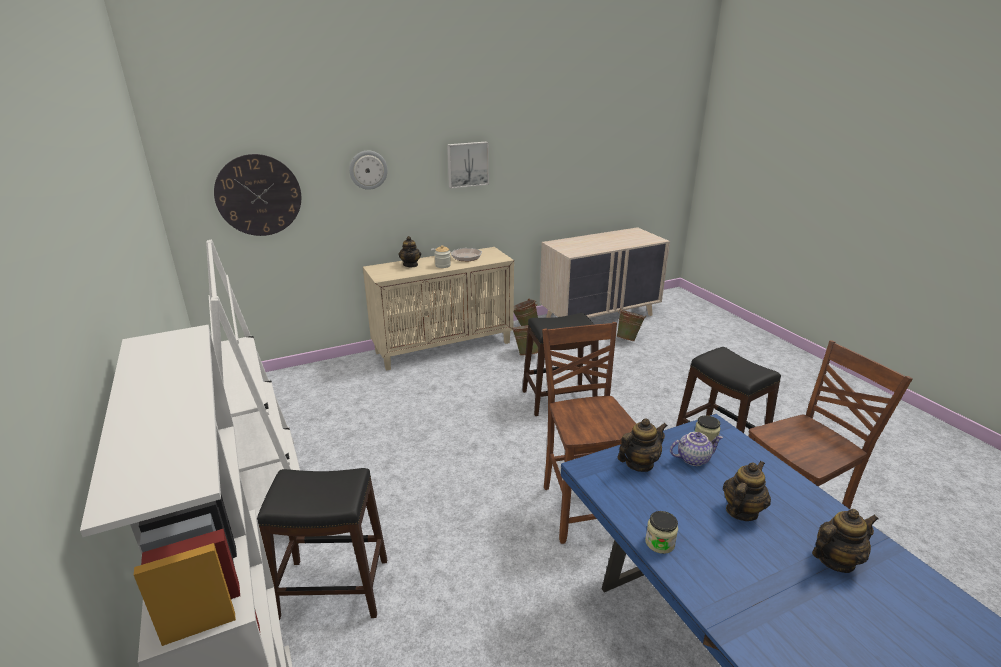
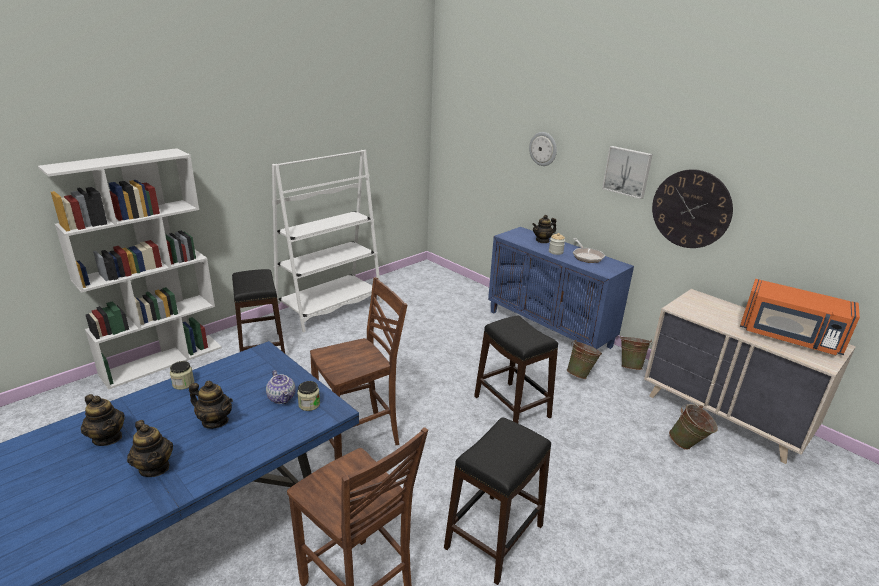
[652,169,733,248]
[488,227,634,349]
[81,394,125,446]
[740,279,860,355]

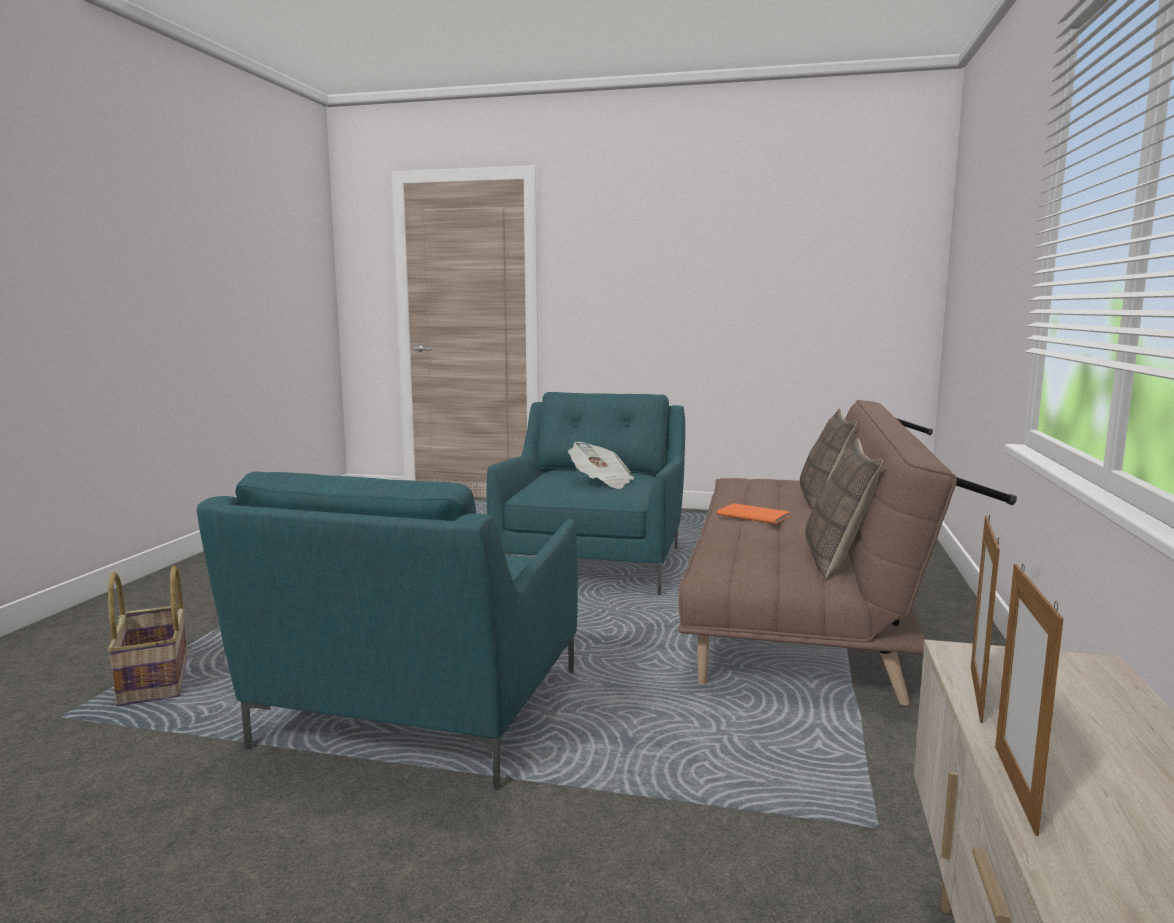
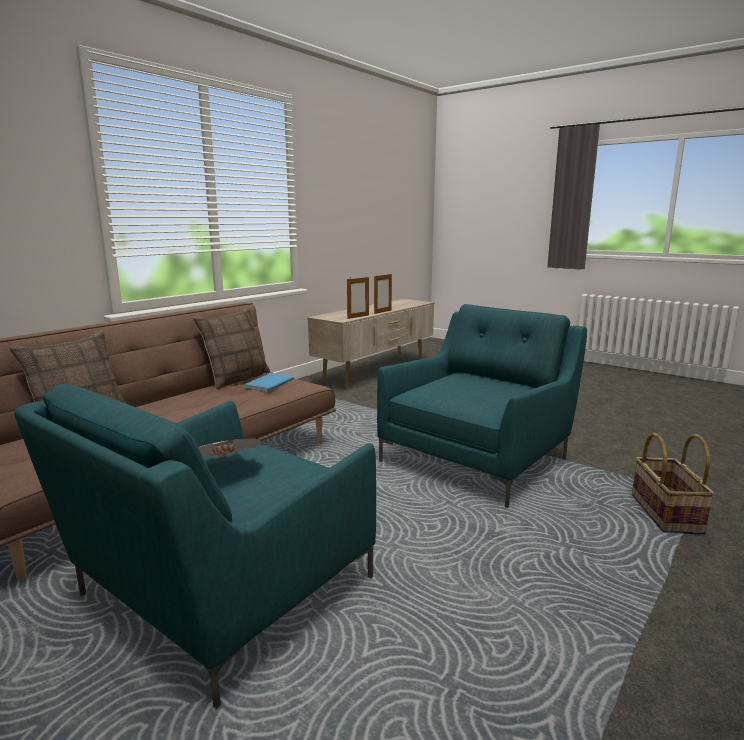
[717,503,790,524] (first image)
[245,373,294,391]

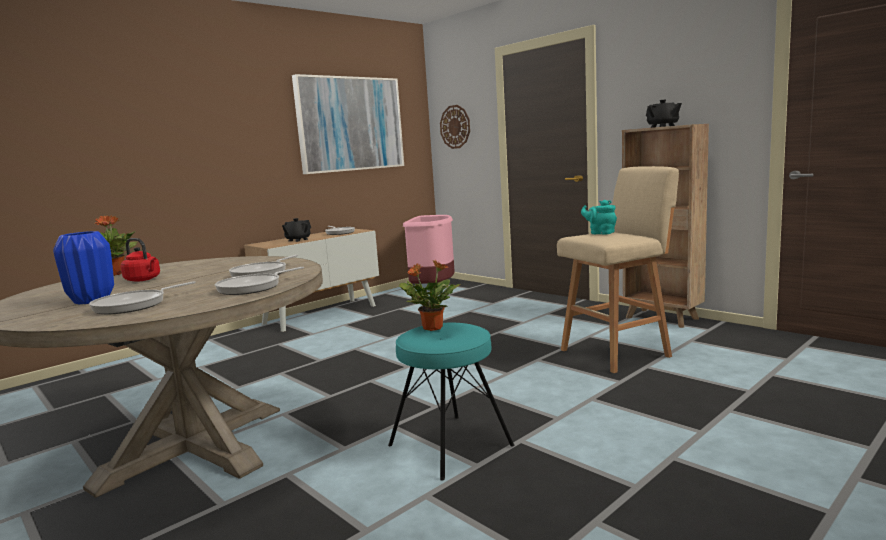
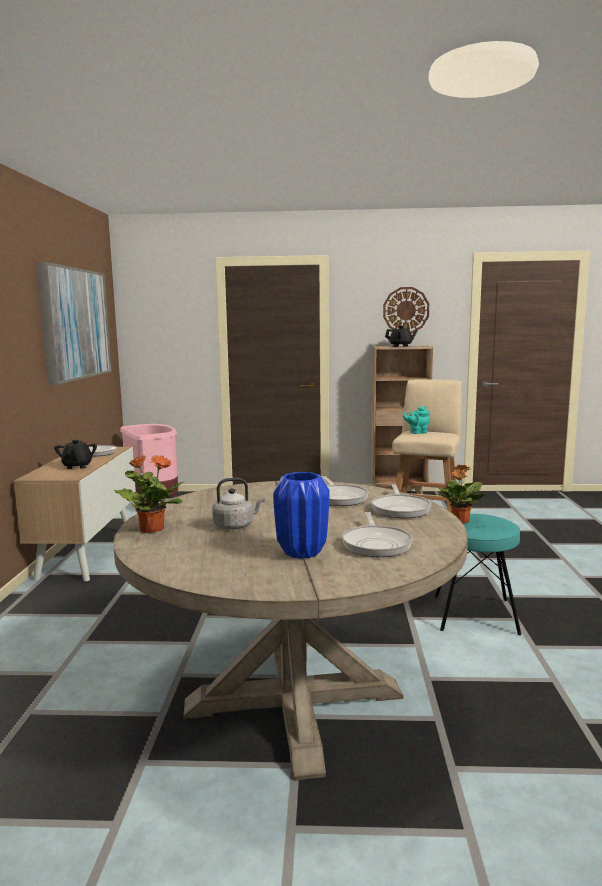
[212,478,265,530]
[383,287,429,334]

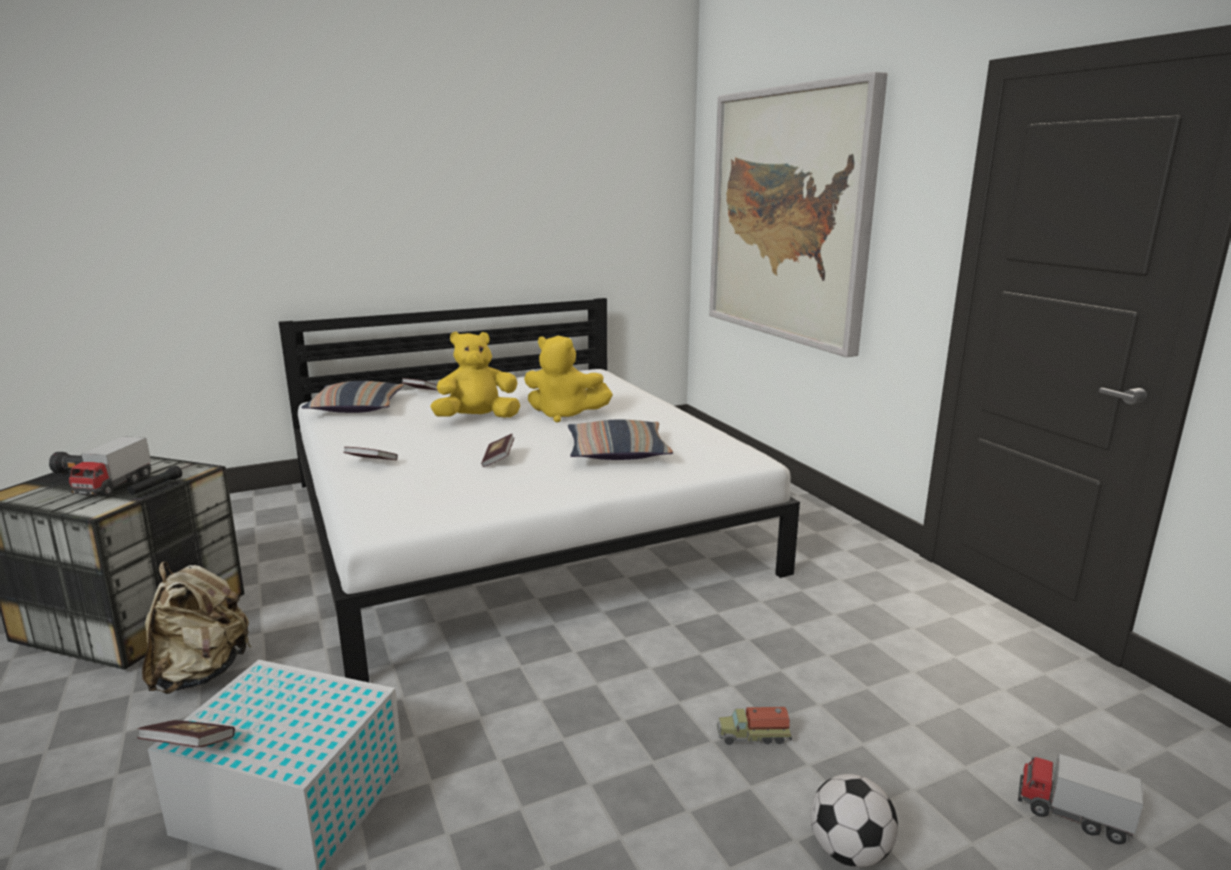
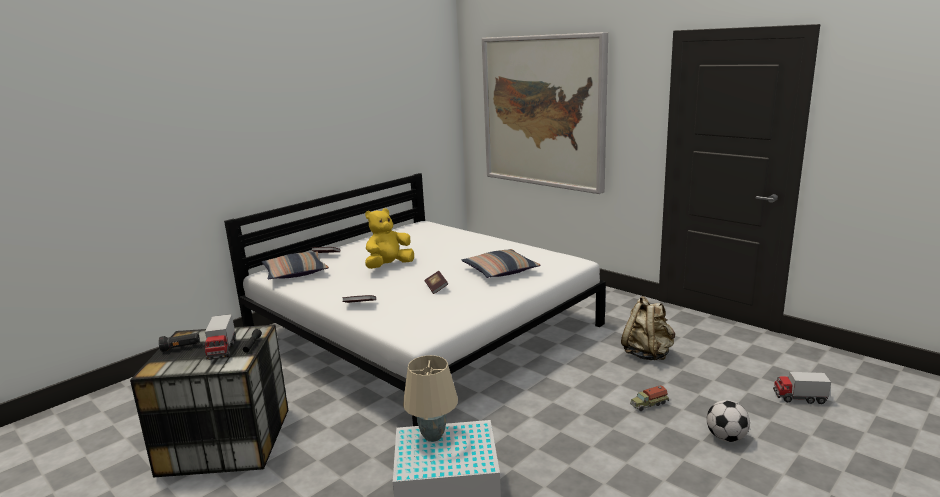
[137,720,235,747] (first image)
[621,296,675,360]
[524,336,613,423] (first image)
[403,355,458,442]

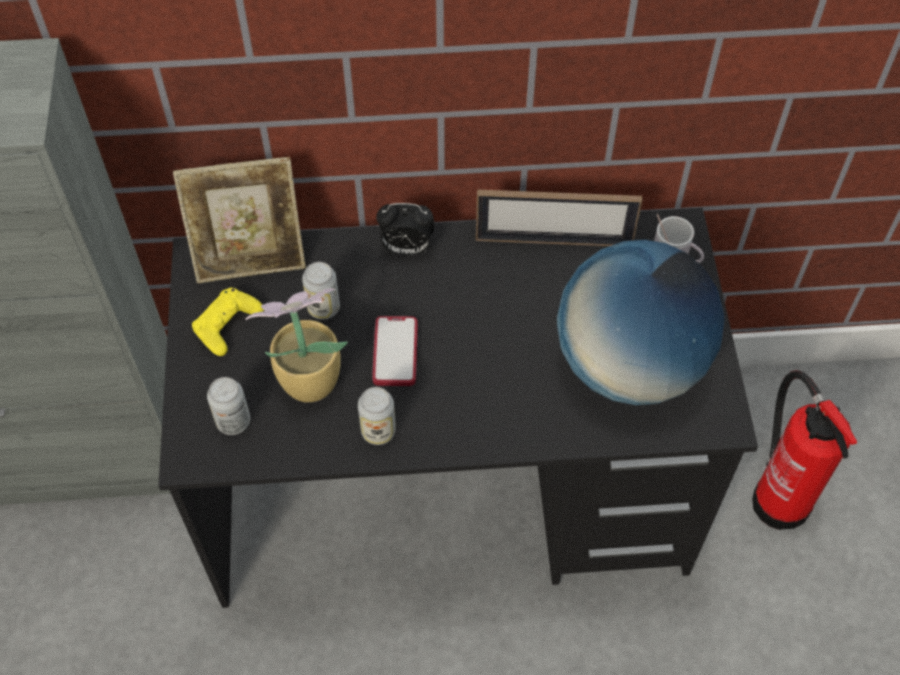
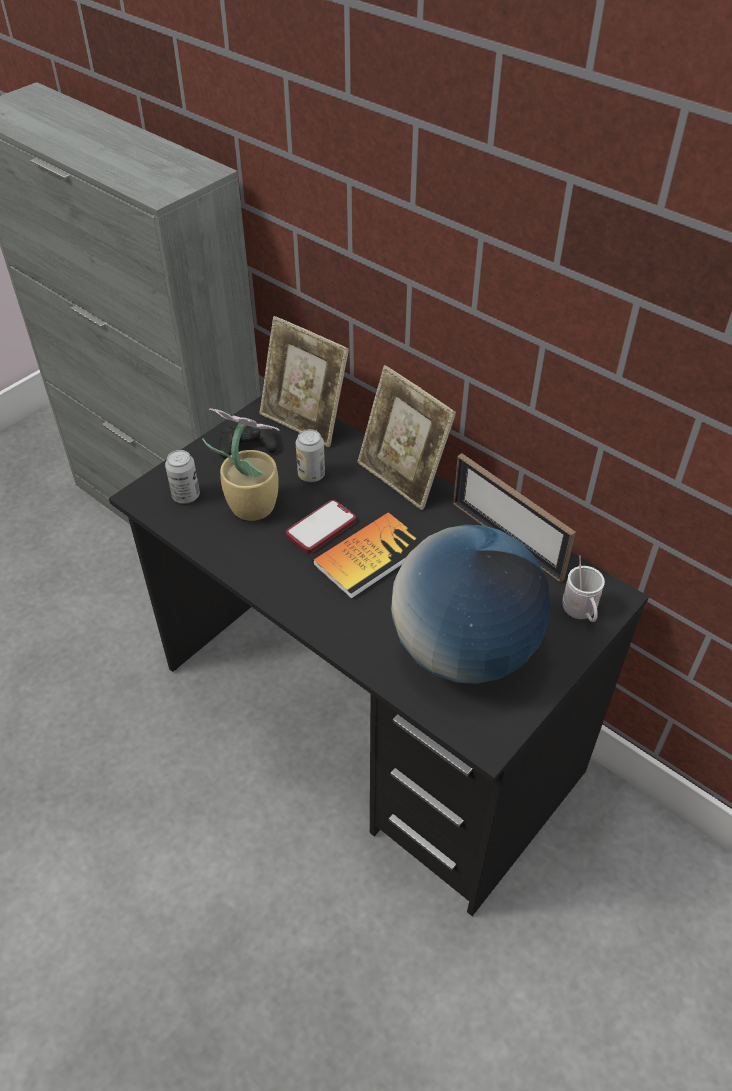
[219,423,277,459]
[358,387,396,445] (first image)
[357,365,456,510]
[752,370,857,530] (first image)
[313,512,423,599]

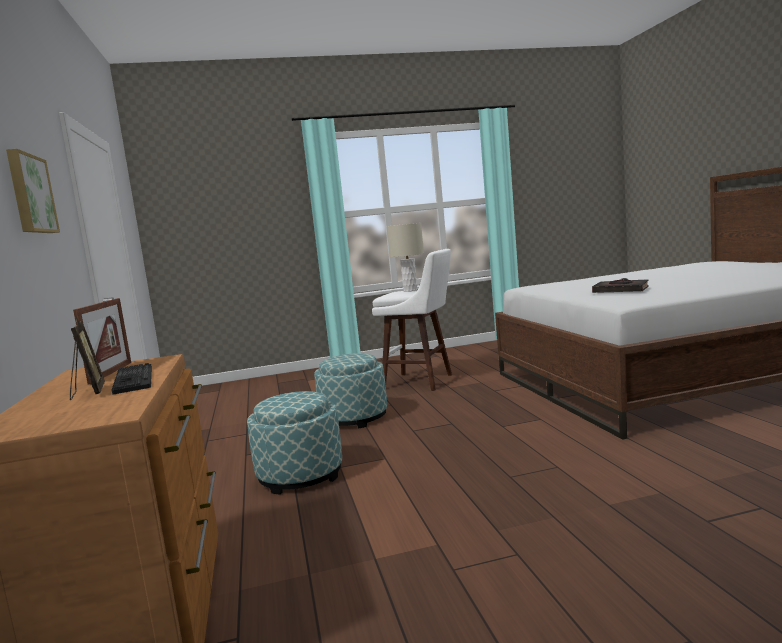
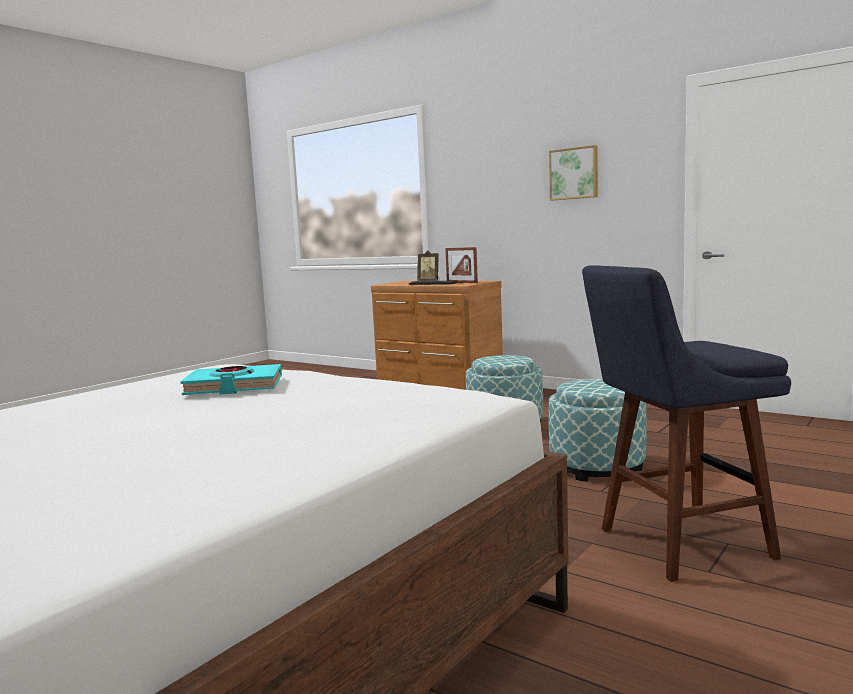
[582,265,791,582]
[387,223,424,292] (first image)
[180,364,282,395]

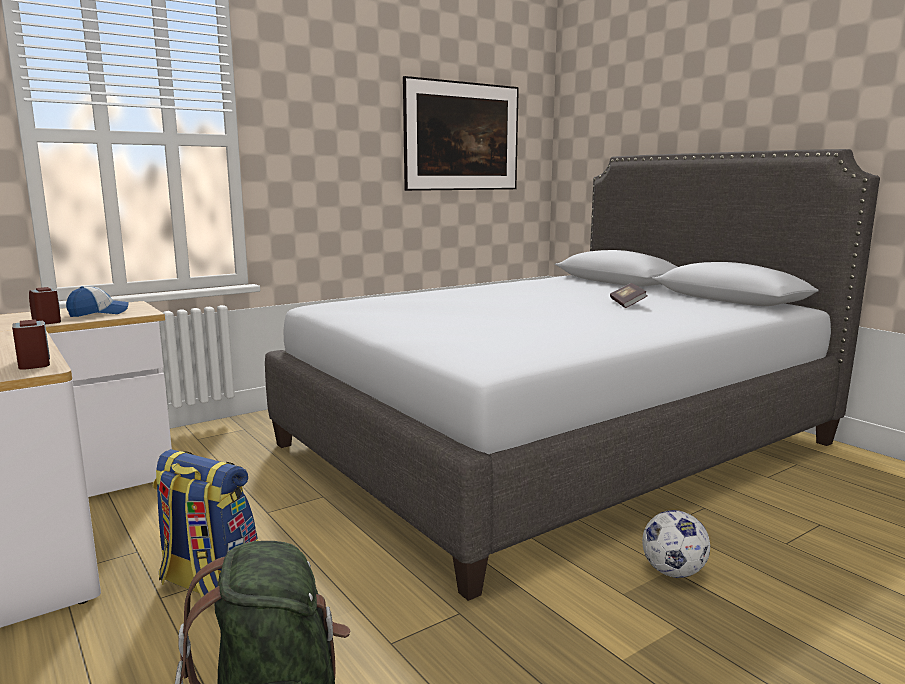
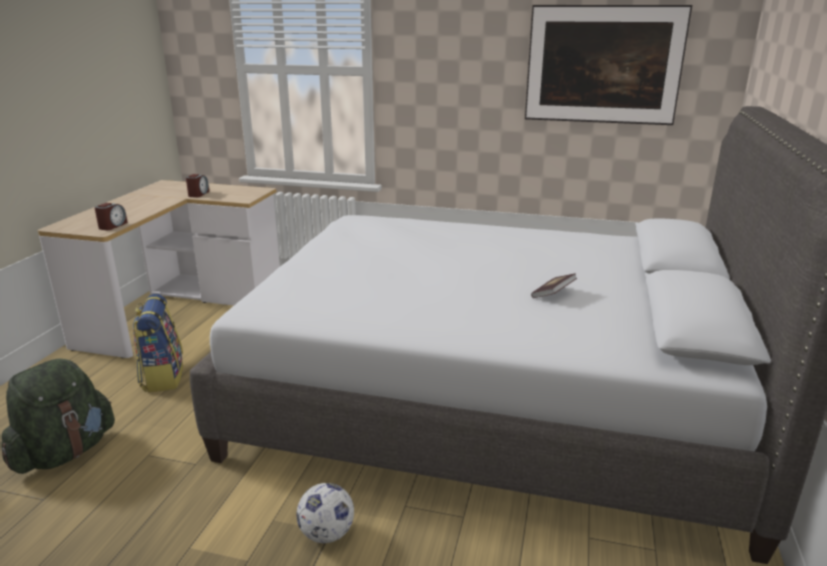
[66,286,129,317] (first image)

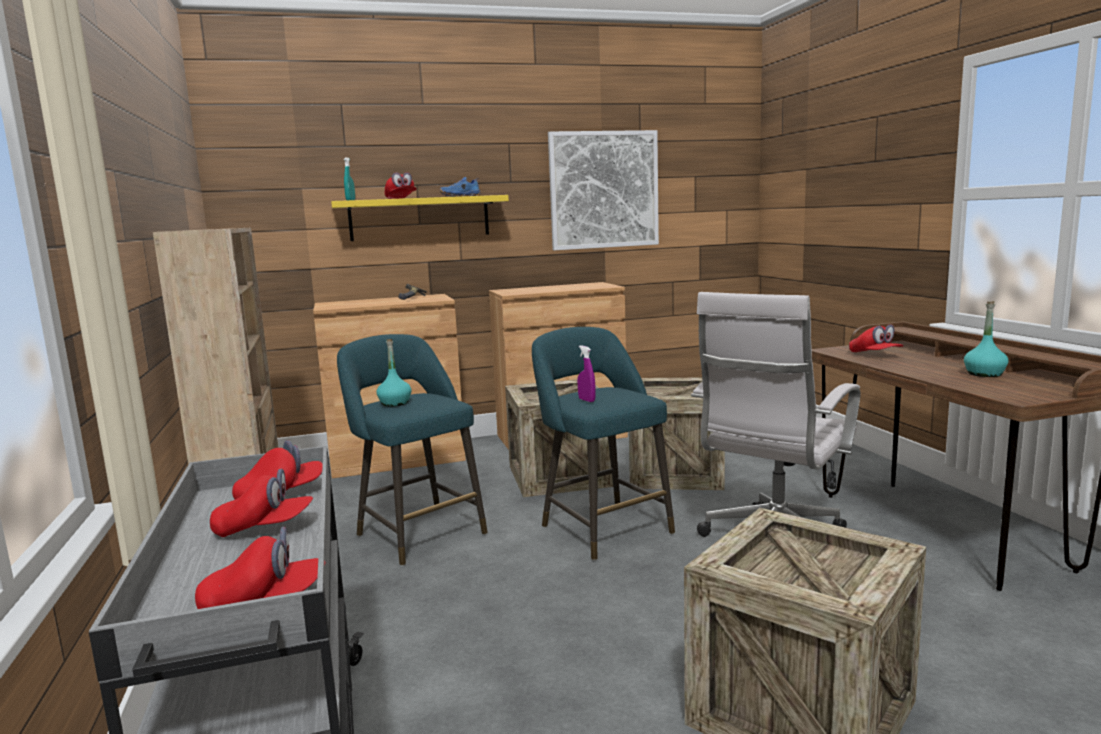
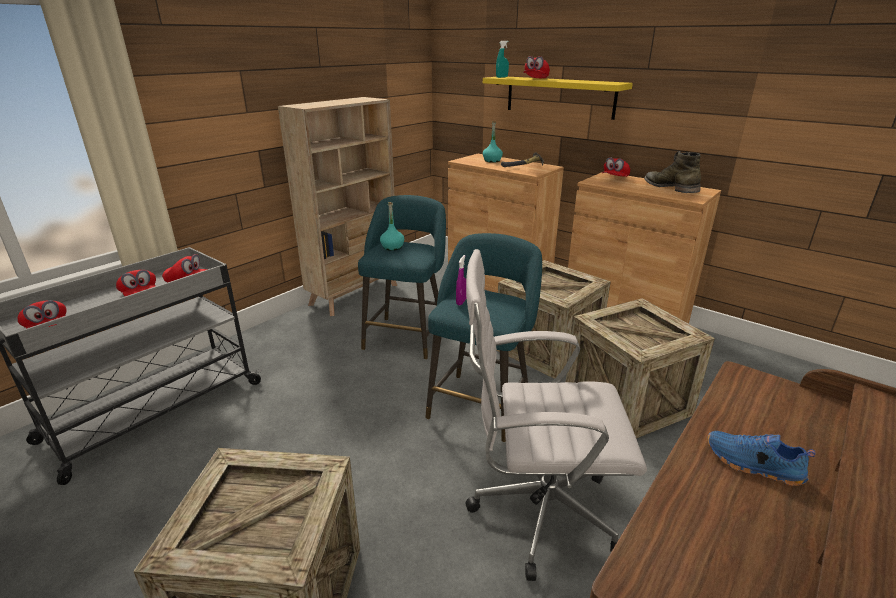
[708,431,816,486]
[548,130,659,250] (first image)
[602,157,630,177]
[483,121,503,163]
[644,151,701,193]

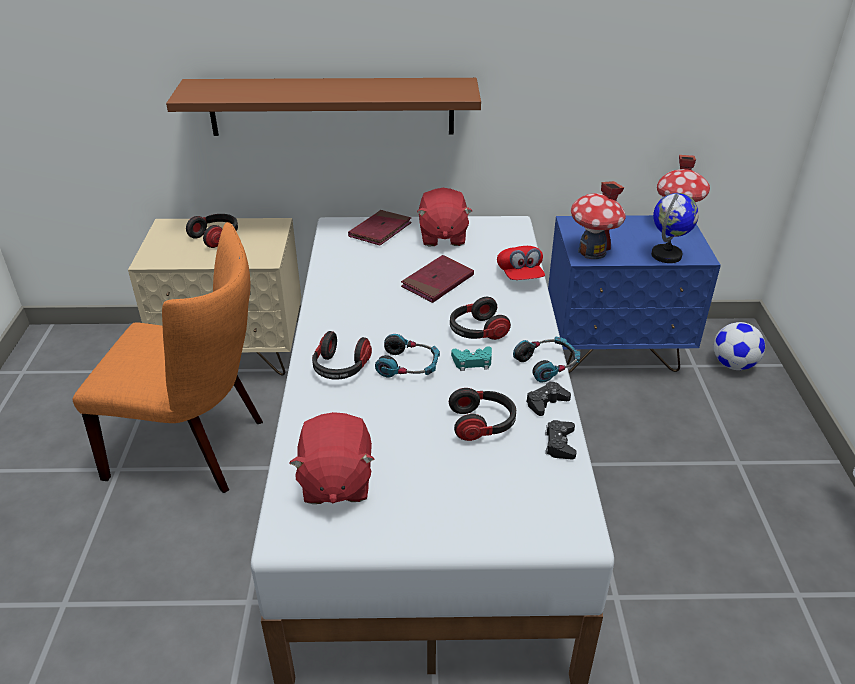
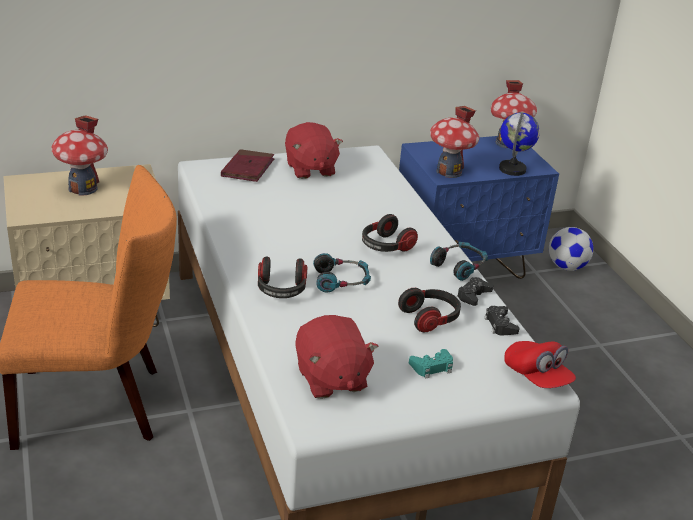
[166,78,481,136] (first image)
[51,115,108,196]
[401,255,474,303] (first image)
[409,349,453,379]
[504,341,576,388]

